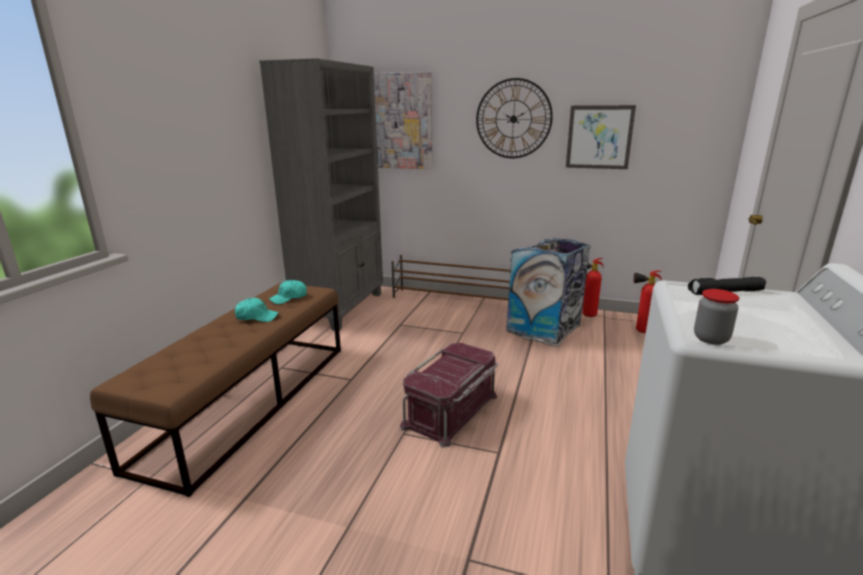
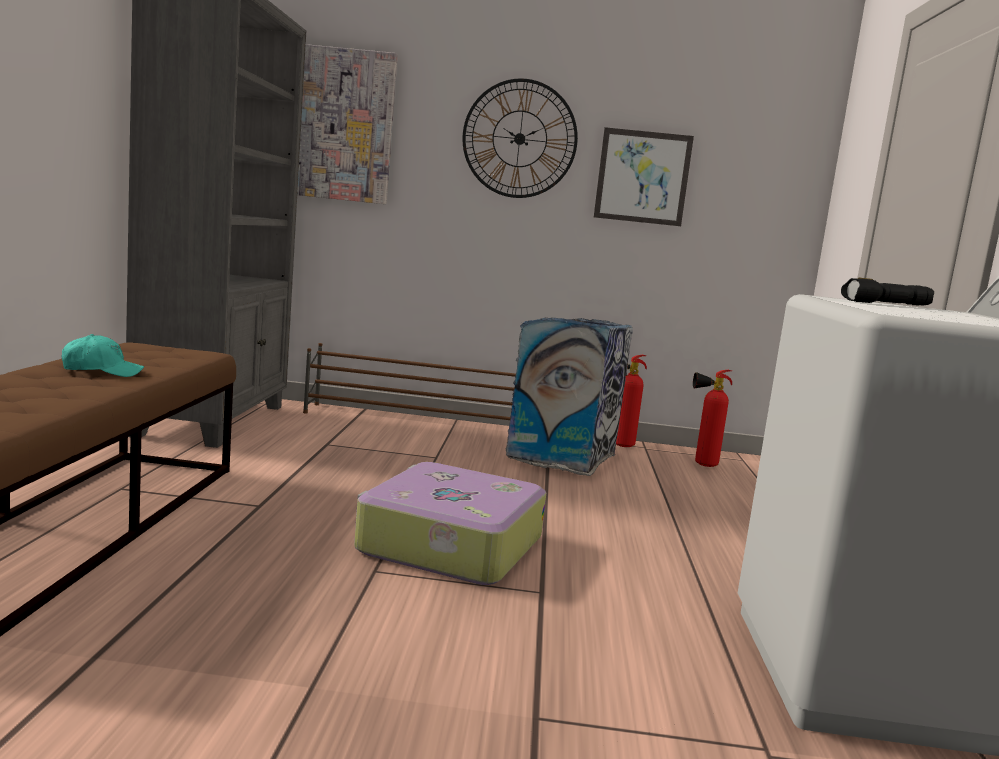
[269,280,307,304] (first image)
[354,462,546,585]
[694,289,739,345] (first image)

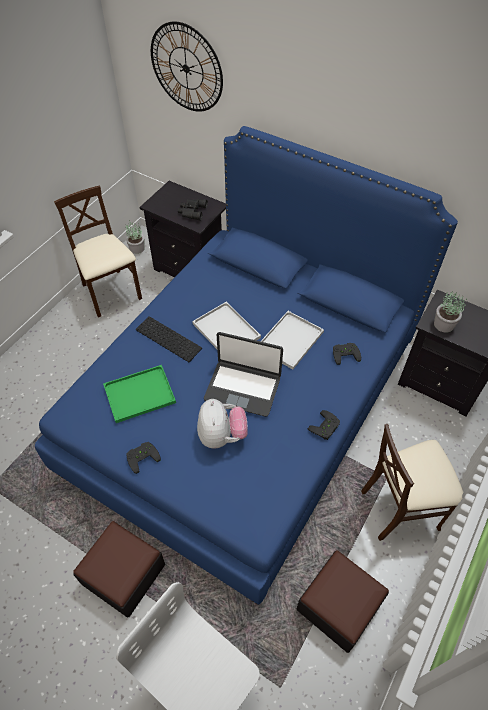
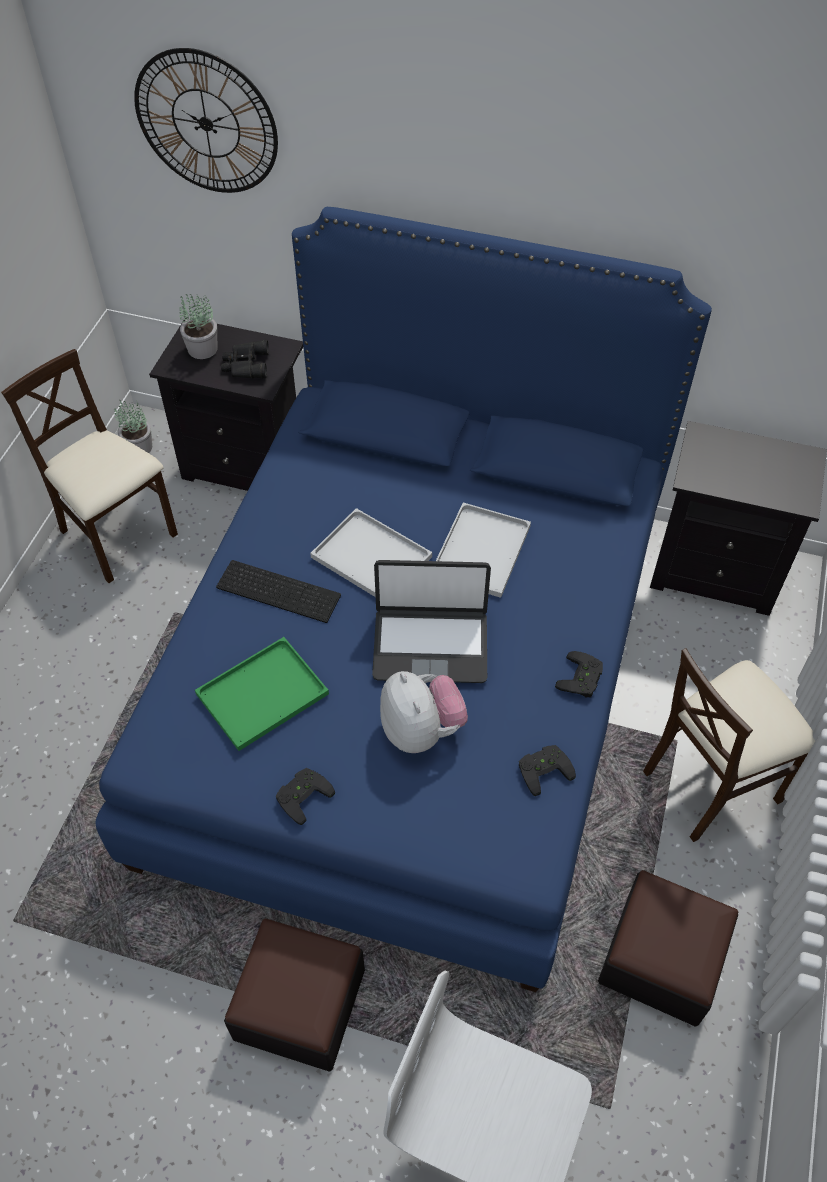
[519,745,576,796]
[179,294,217,359]

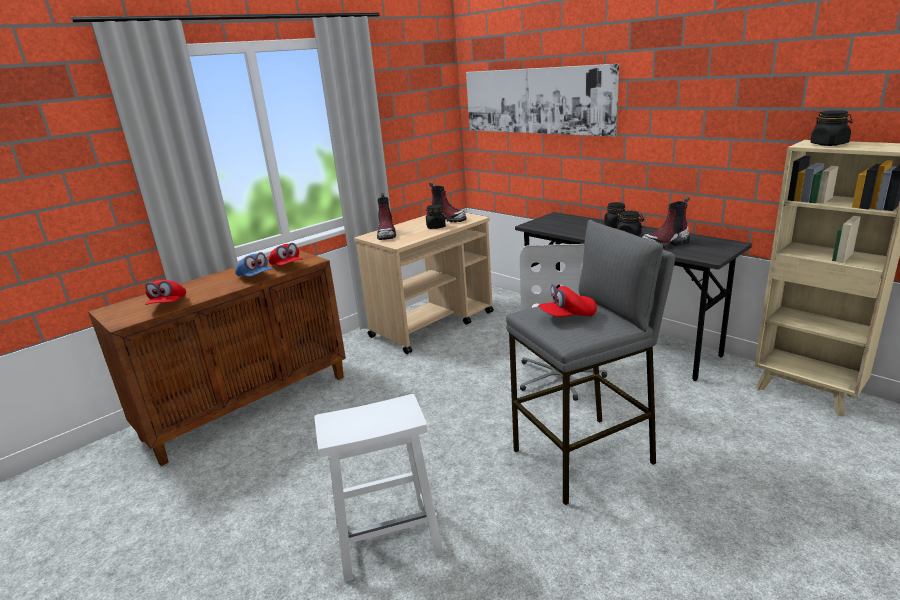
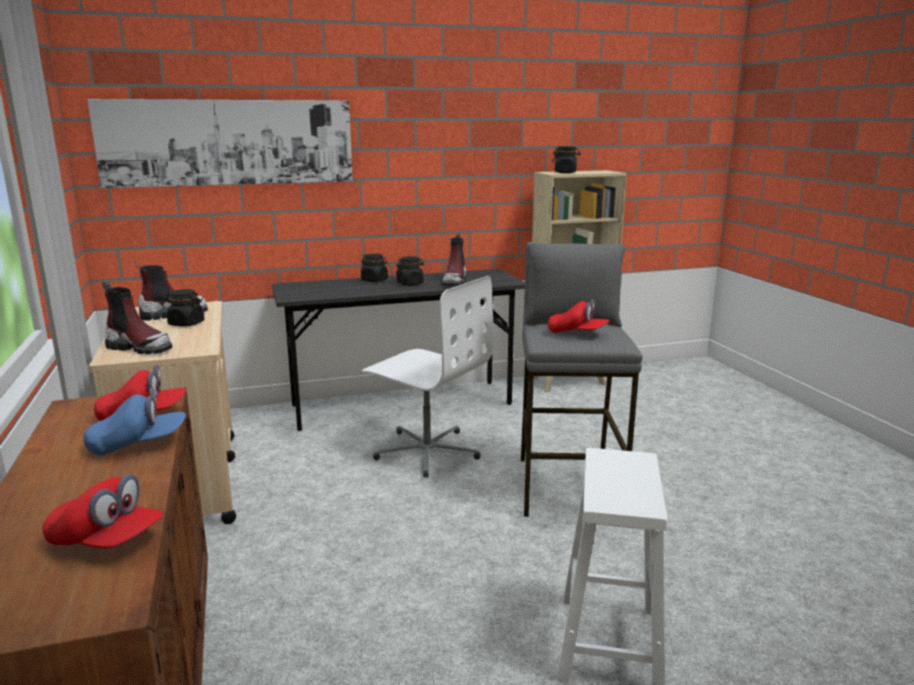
[548,299,610,333]

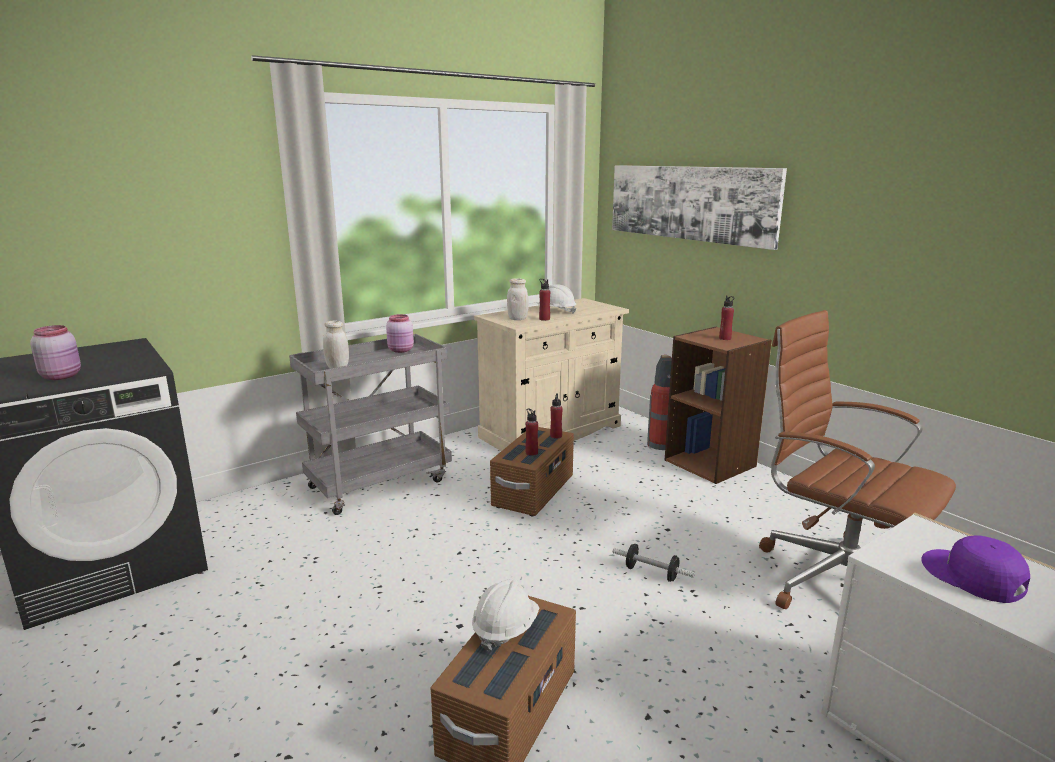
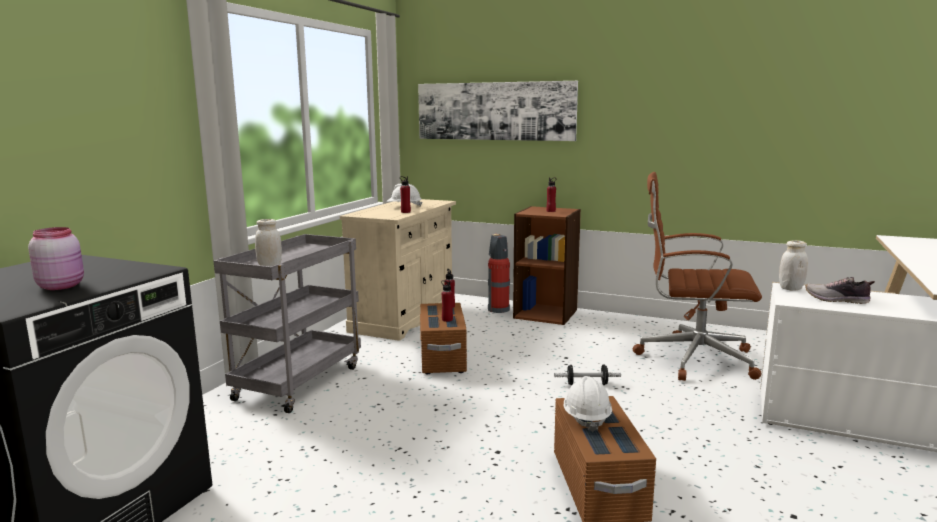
[386,314,414,353] (first image)
[779,241,808,291]
[805,277,875,304]

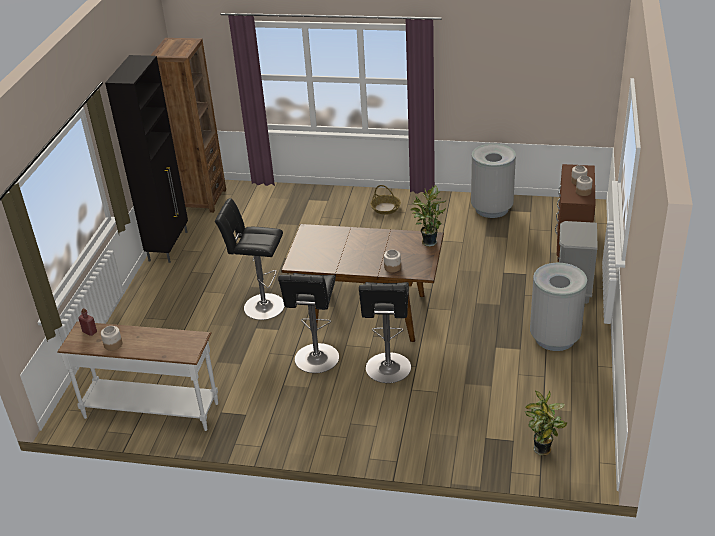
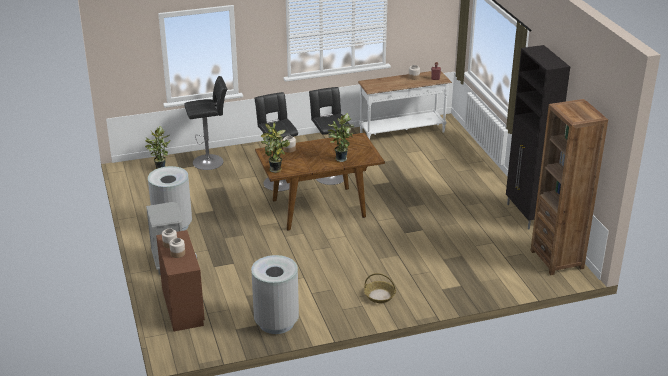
[184,76,227,170]
[327,113,354,162]

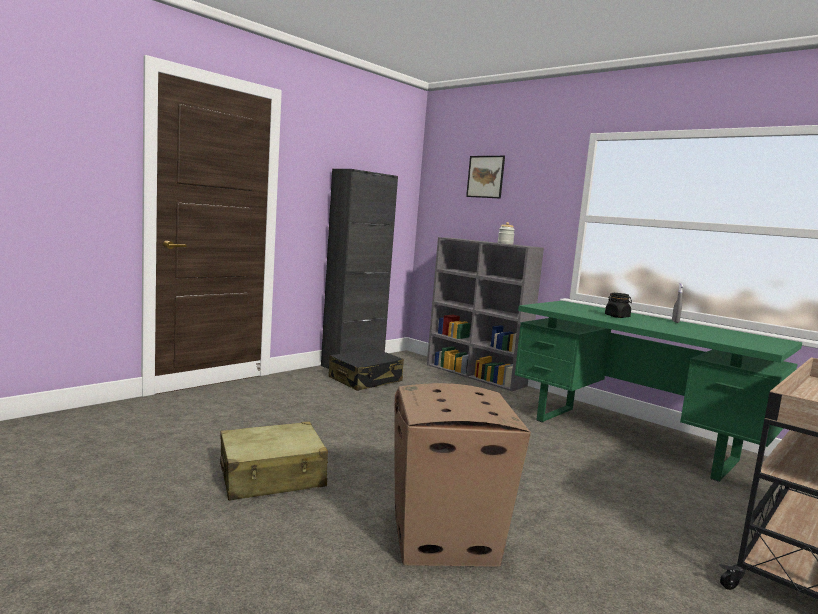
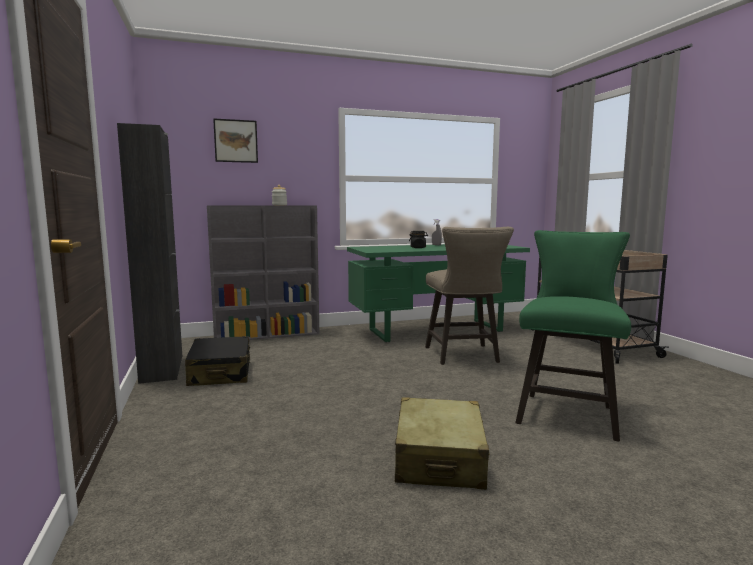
[515,230,631,442]
[425,227,514,365]

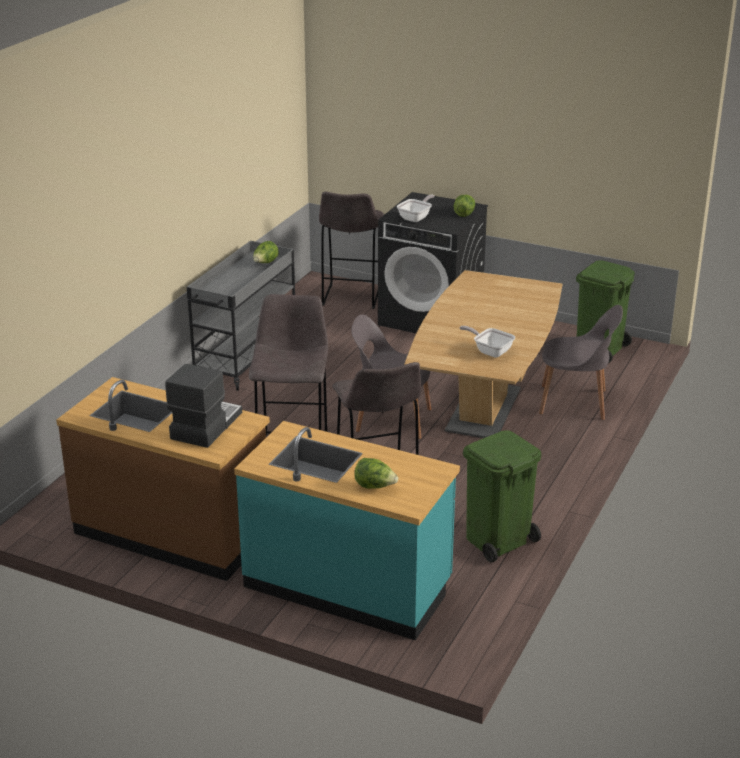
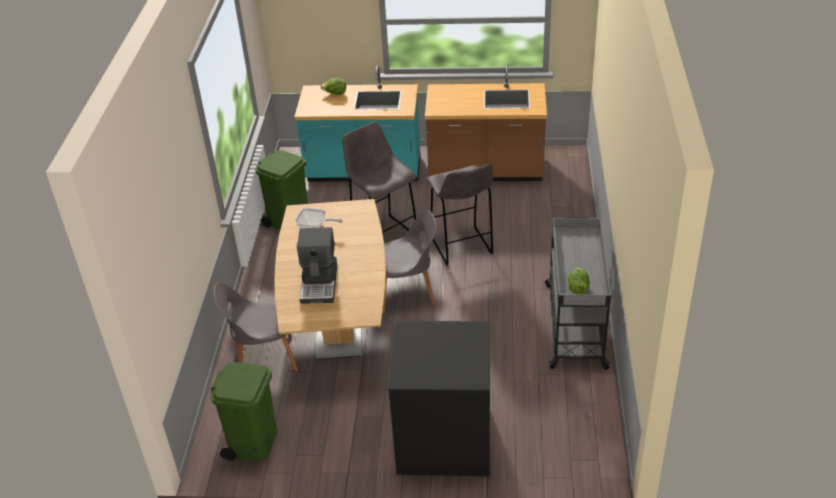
[297,227,337,304]
[319,192,384,309] (first image)
[397,195,435,222] (first image)
[453,195,475,217] (first image)

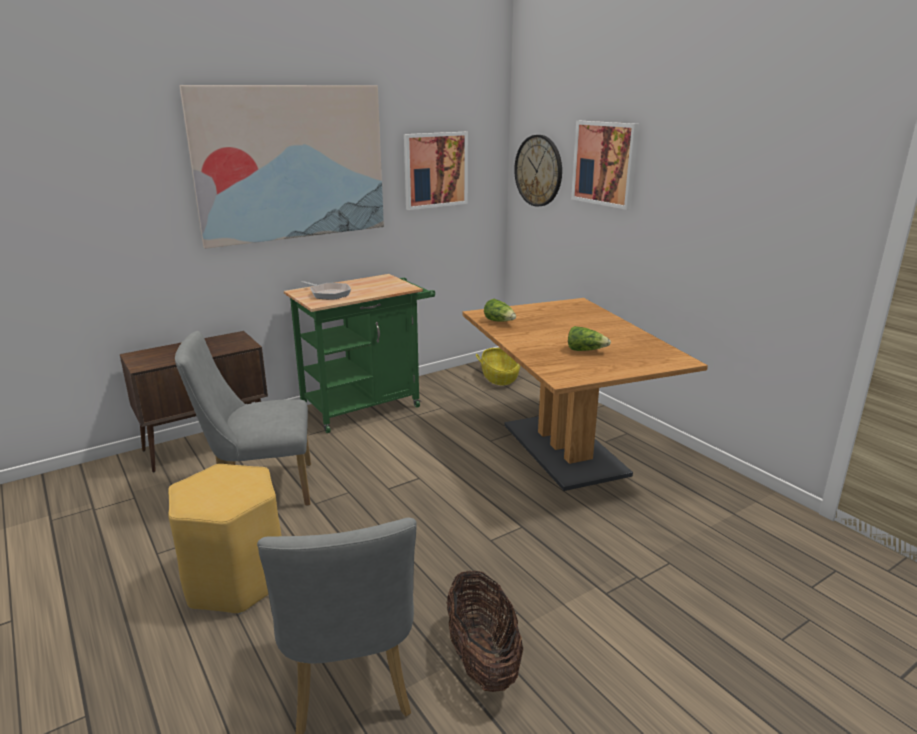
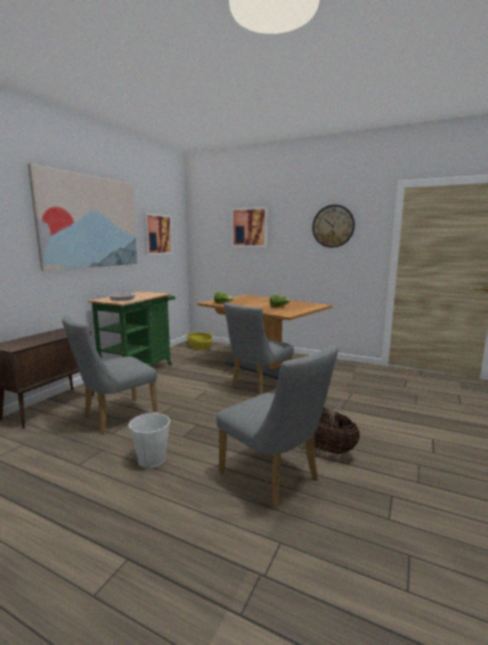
[129,411,170,468]
[312,205,355,248]
[224,302,294,395]

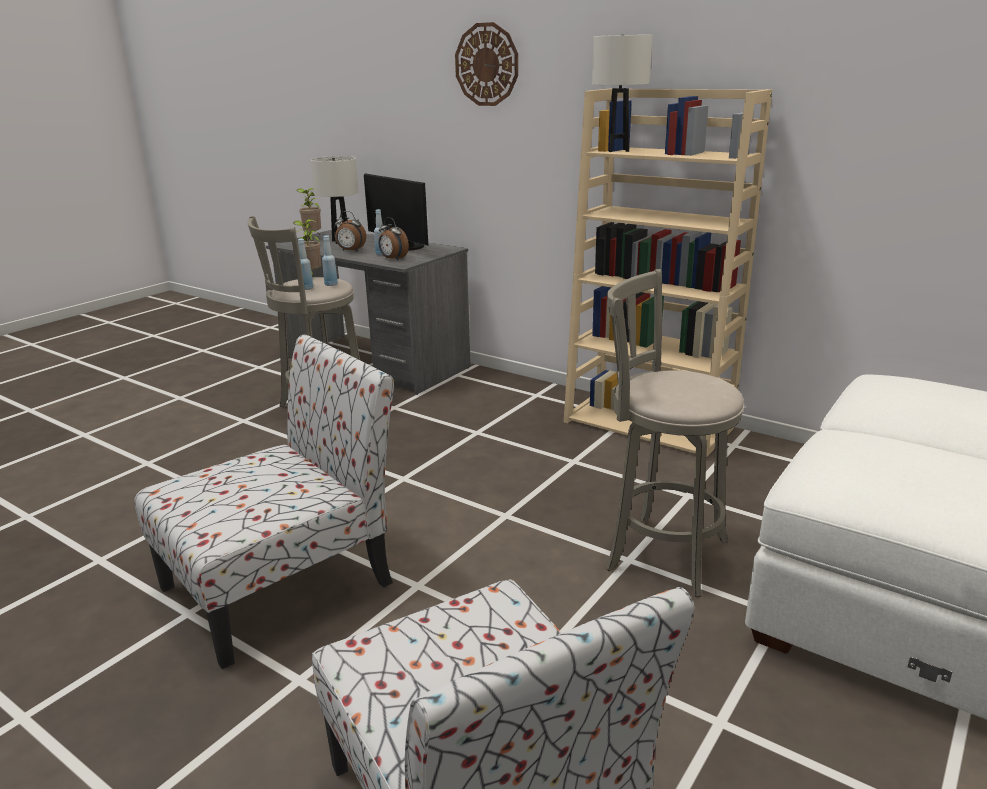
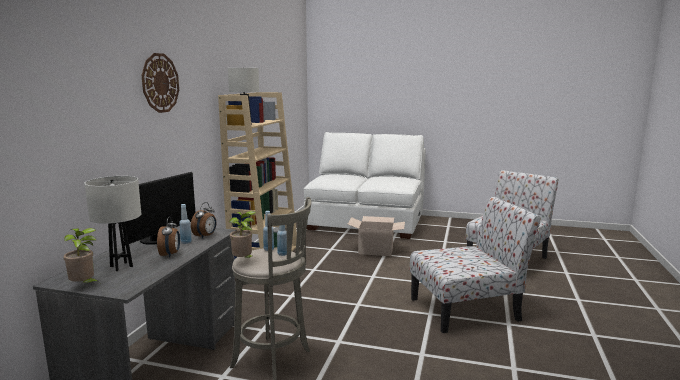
[410,197,541,333]
[348,216,405,256]

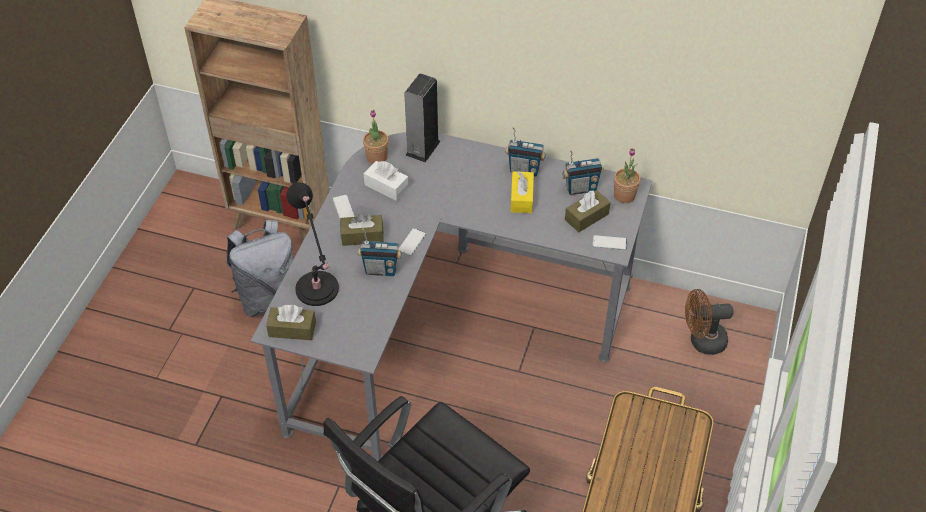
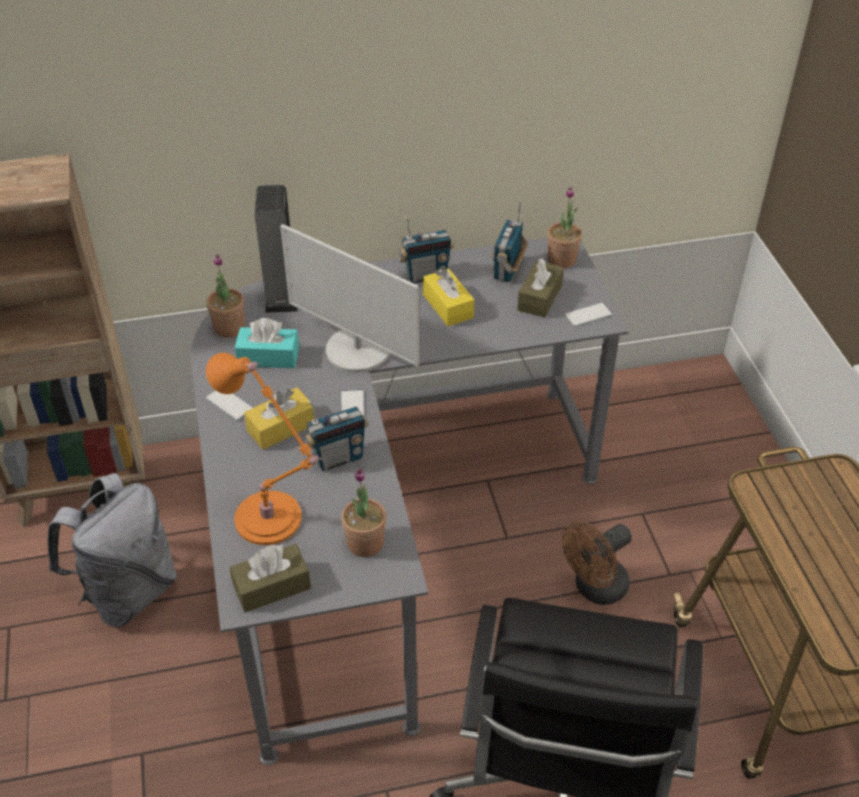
[206,353,322,545]
[244,387,315,450]
[235,318,299,368]
[491,201,527,282]
[562,521,632,605]
[280,224,419,372]
[341,469,386,557]

